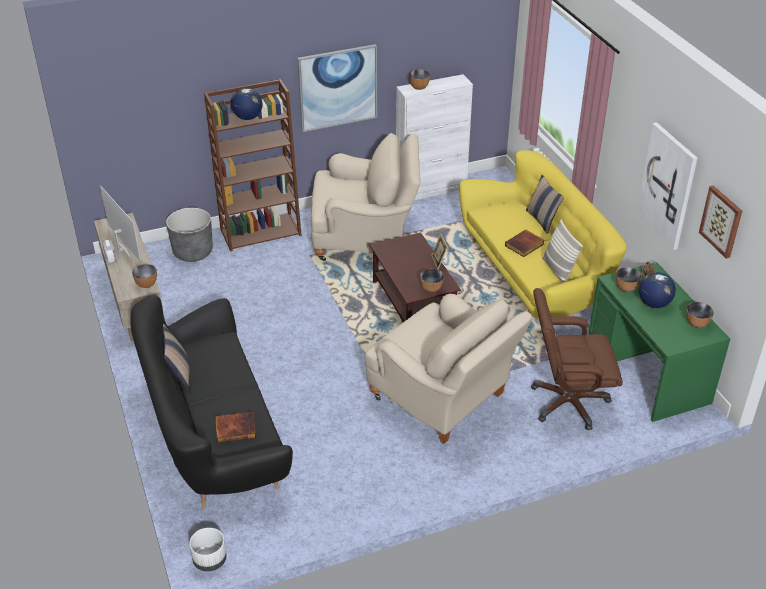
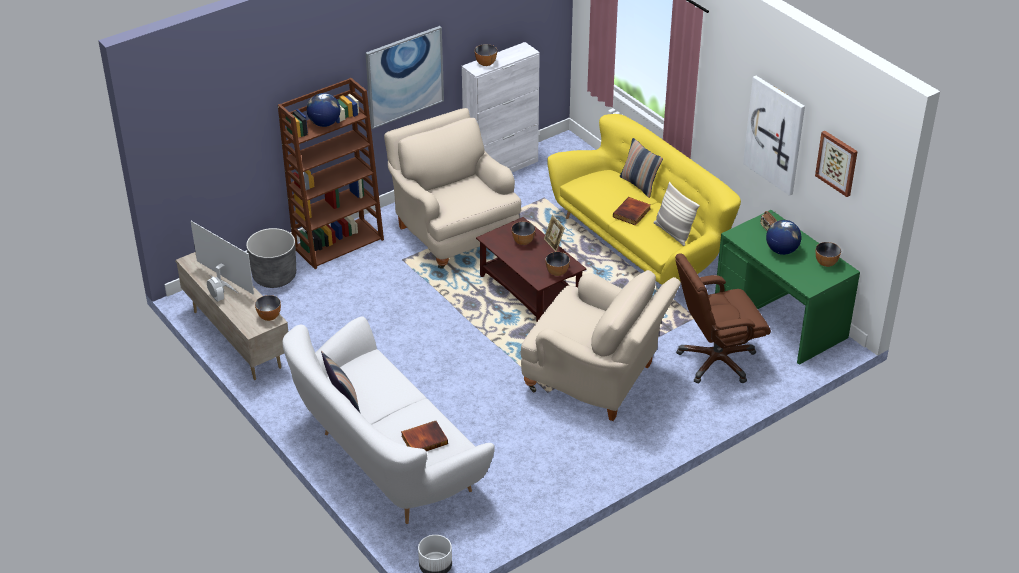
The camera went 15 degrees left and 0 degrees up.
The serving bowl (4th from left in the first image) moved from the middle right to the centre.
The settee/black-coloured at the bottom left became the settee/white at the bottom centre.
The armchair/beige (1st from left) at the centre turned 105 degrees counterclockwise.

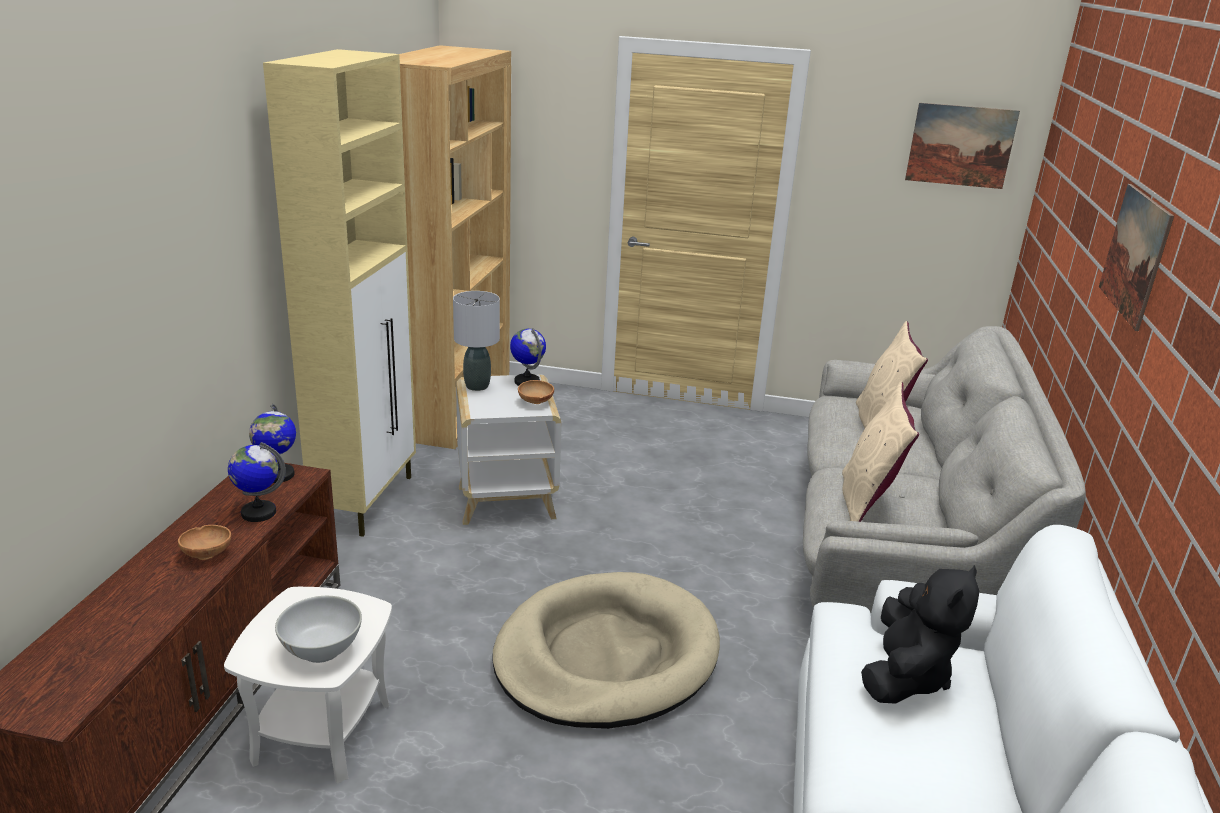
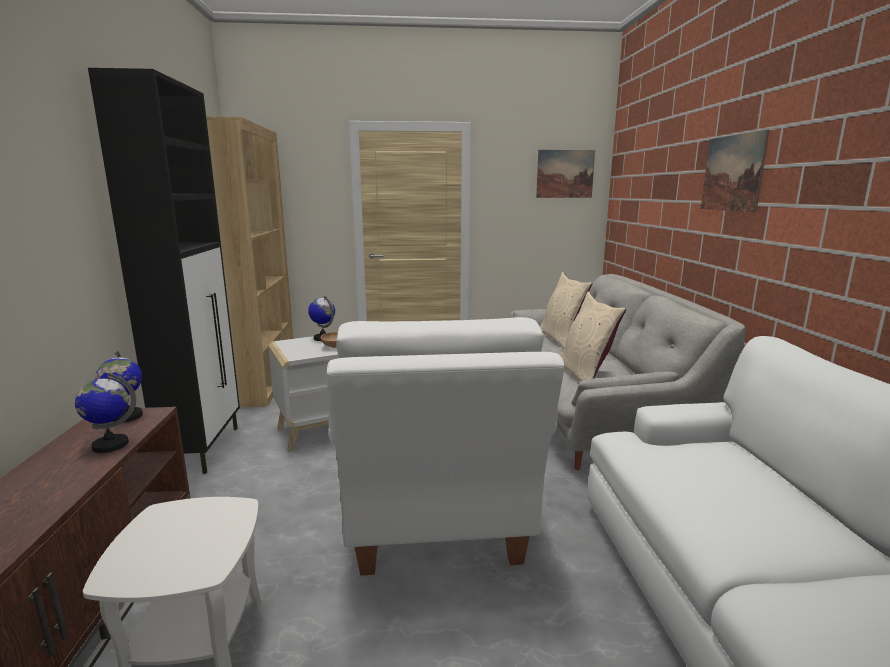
The camera went 15 degrees left and 10 degrees down.
The serving bowl/brown (1st from left) at the bottom left disappeared.
The serving bowl/white at the bottom left disappeared.
The tabletop lamp/greyish at the centre disappeared.
The soft toy/black-coloured at the bottom right disappeared.
The pet bed/beige at the bottom centre was replaced by the armchair/white at the bottom centre.
The cabinet/beige at the middle left became the cabinet/black-coloured at the middle left.

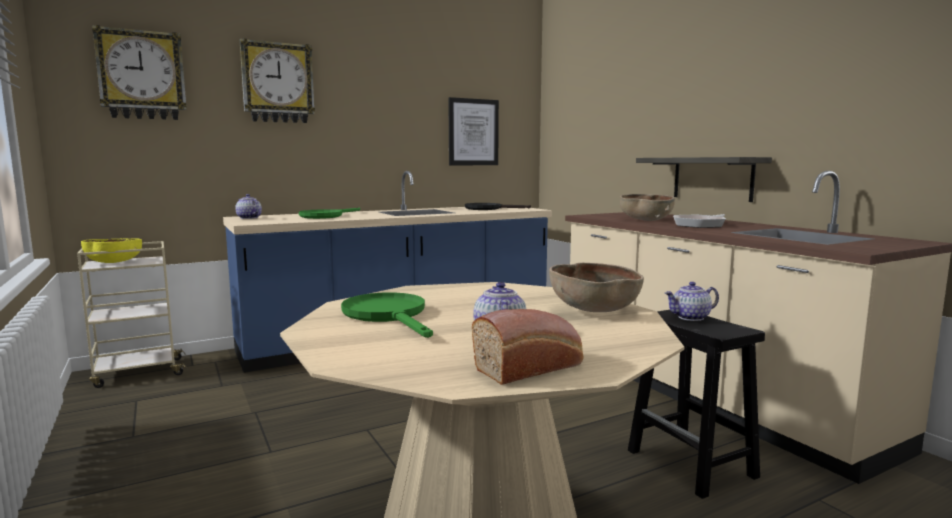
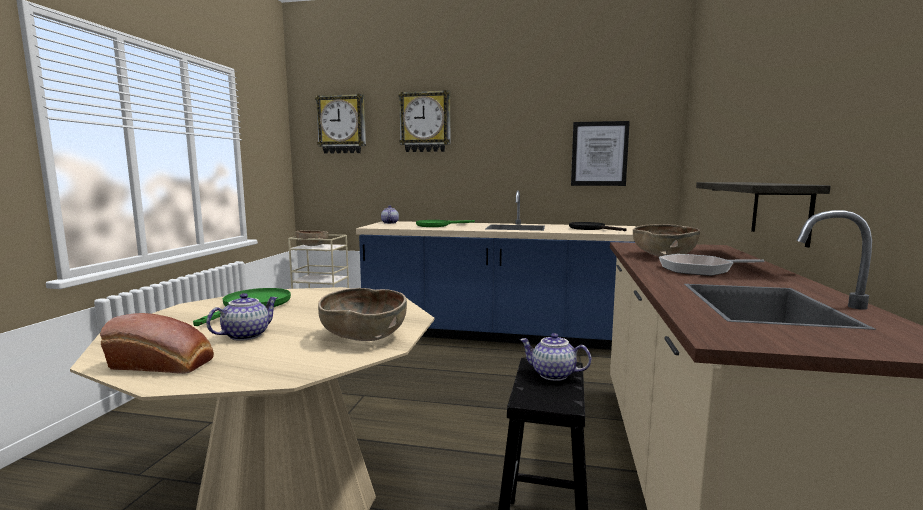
The camera went 40 degrees right and 0 degrees up.
The serving bowl/yellowish at the middle left became the serving bowl/brown (1st from left) at the centre.

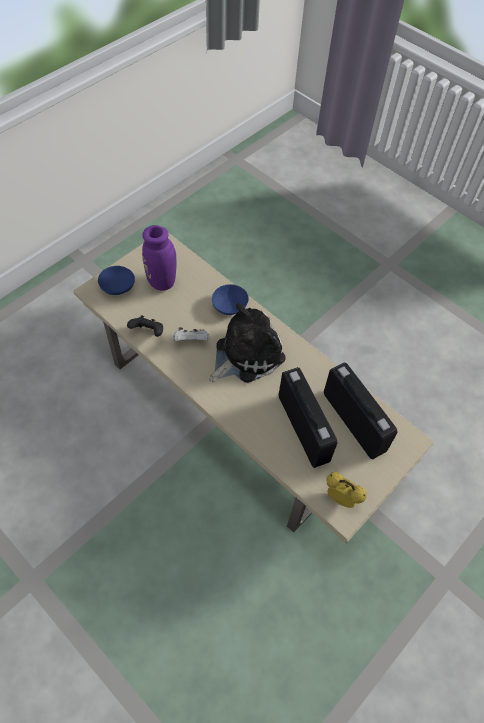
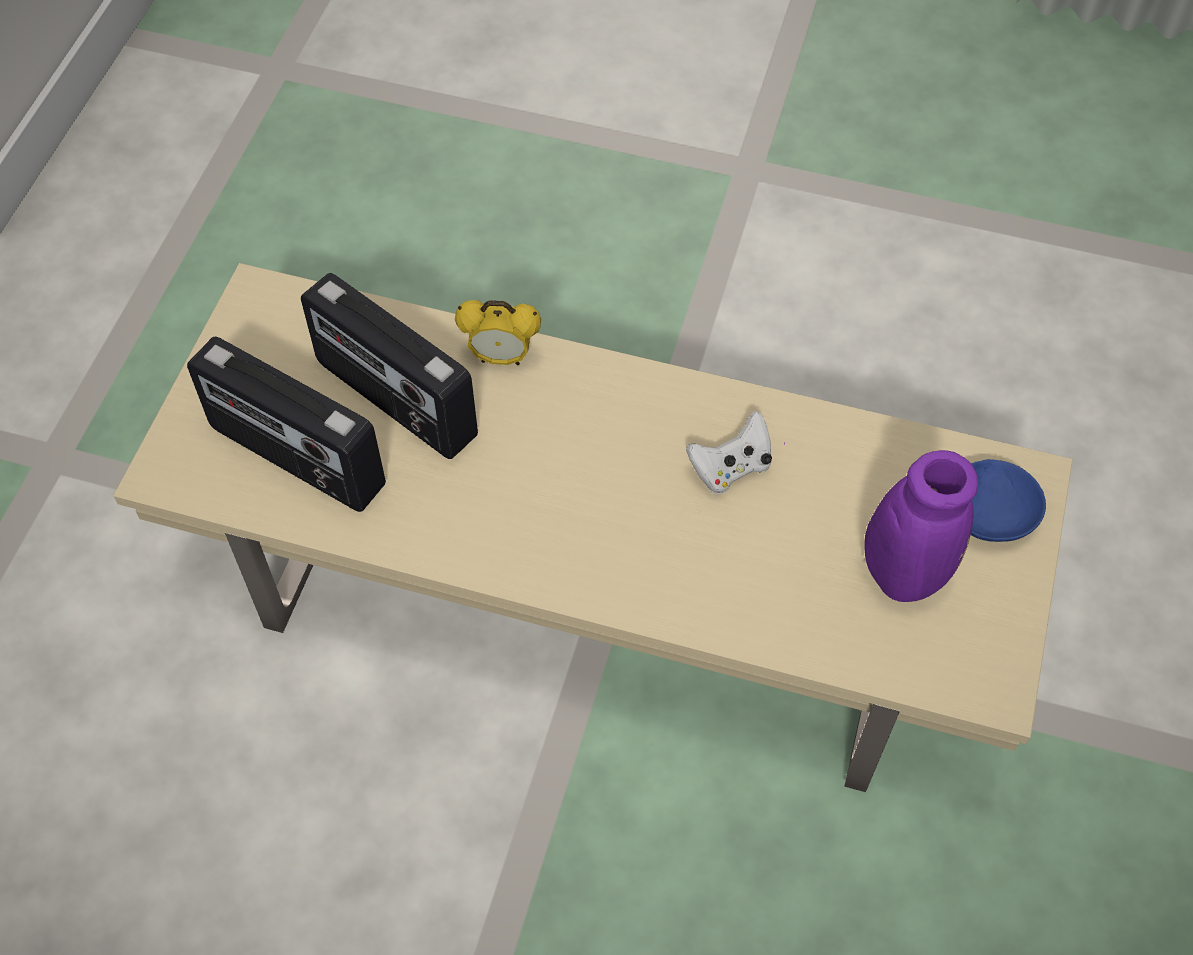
The camera went 155 degrees right and 0 degrees up.
The joypad/black-coloured at the middle left disappeared.
The soft toy at the centre disappeared.
The serving bowl/blue (2nd from left) at the centre disappeared.
The bedside clock moved from the bottom right to the centre.

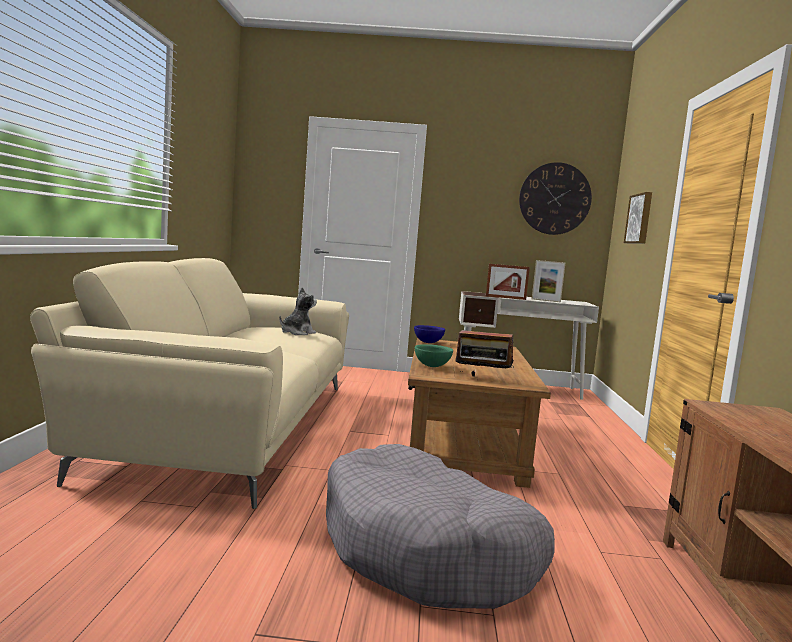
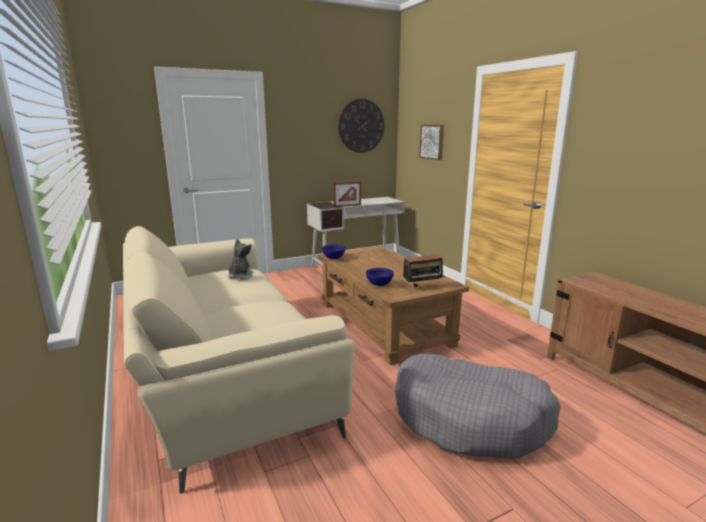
The camera went 30 degrees left and 10 degrees up.
The standing frame (2nd from left) at the middle right disappeared.
The serving bowl/green at the centre became the serving bowl/blue (2nd from left) at the centre.

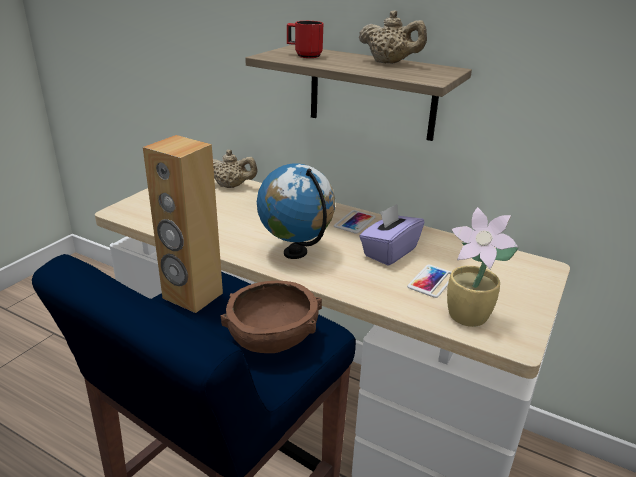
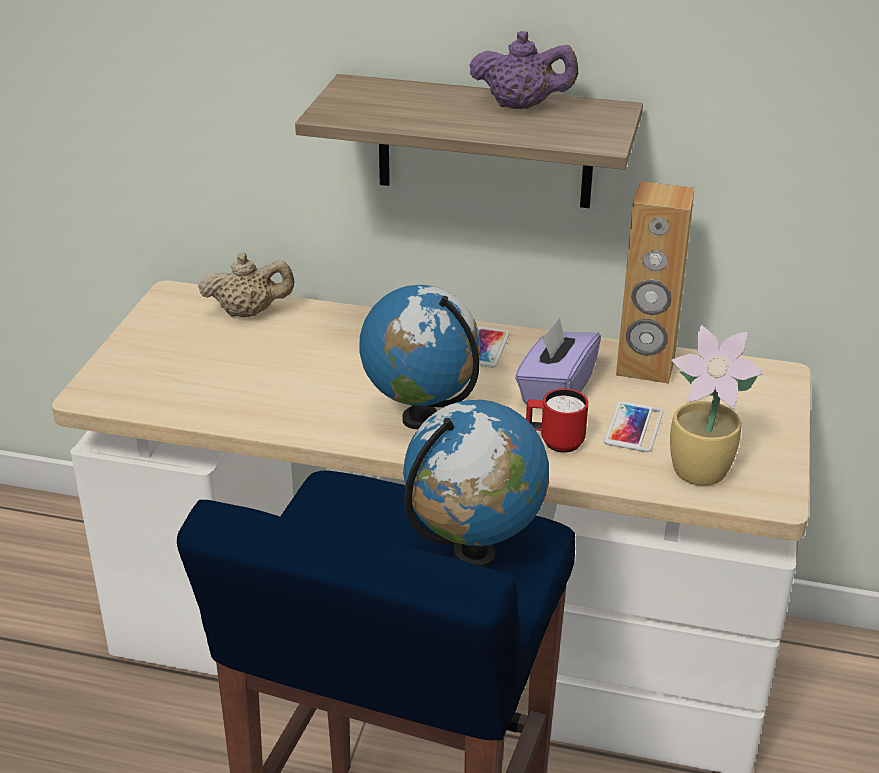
The camera went 15 degrees left and 5 degrees up.
The loudspeaker/brown moved from the middle left to the middle right.
The tea mug/red-coloured moved from the top centre to the centre.
The serving bowl/brown at the centre was replaced by the desk globe (2nd from left) at the centre.
The tea pot/beige (2nd from left) at the top centre became the tea pot/purplish at the top centre.

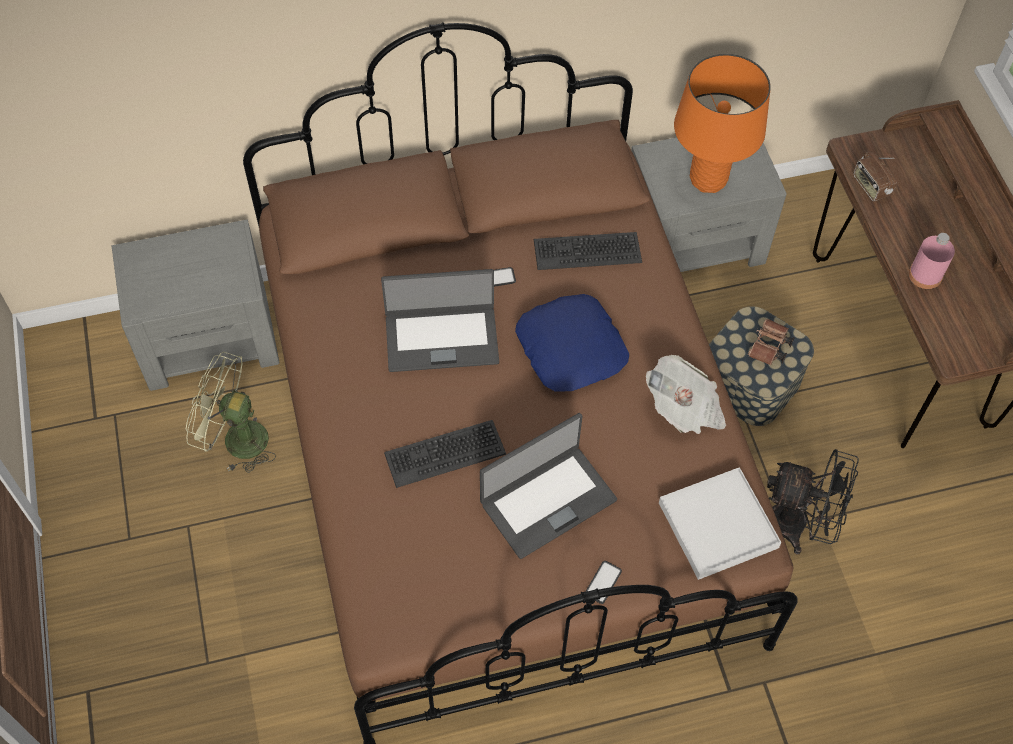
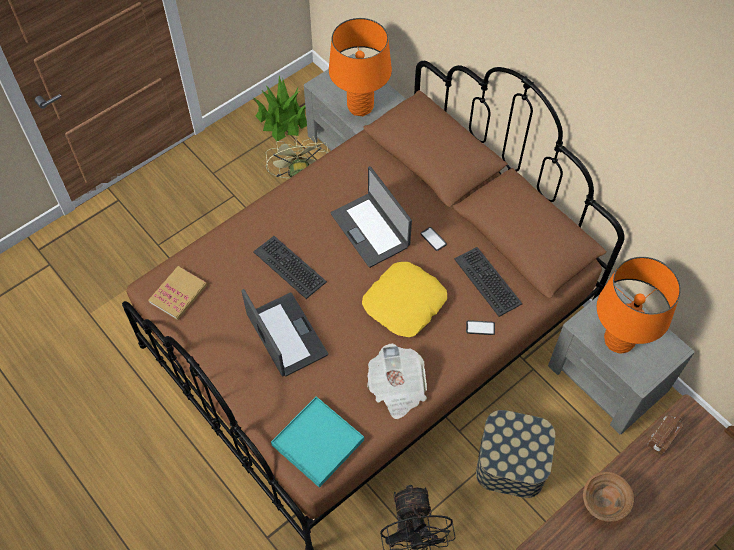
The camera went 65 degrees right and 0 degrees up.
The field glasses/brown at the middle right disappeared.
The book at the middle left appeared.
The houseplant at the top centre appeared.
The tabletop lamp/orange (1st from left) at the top centre appeared.
The phone (2nd from left) moved from the bottom centre to the centre.
The bottle/pink-coloured at the middle right was replaced by the serving bowl/brown at the bottom right.
The cushion/blue at the centre became the cushion/yellowish at the centre.
The carrying tray/white at the bottom right became the carrying tray/blue-green at the bottom centre.
The laptop (2nd from left in the first image) at the centre turned 150 degrees counterclockwise.

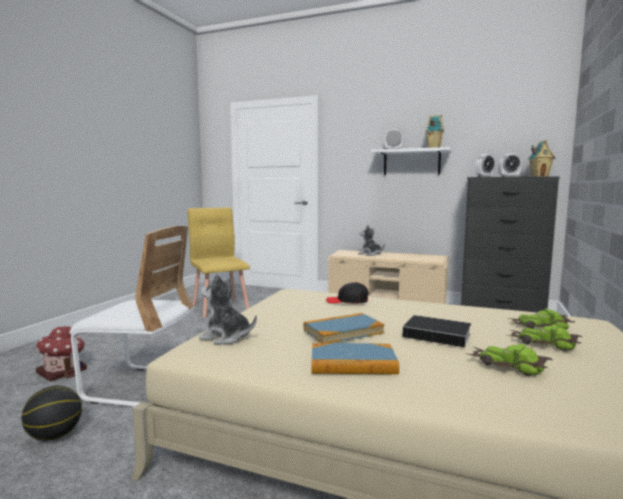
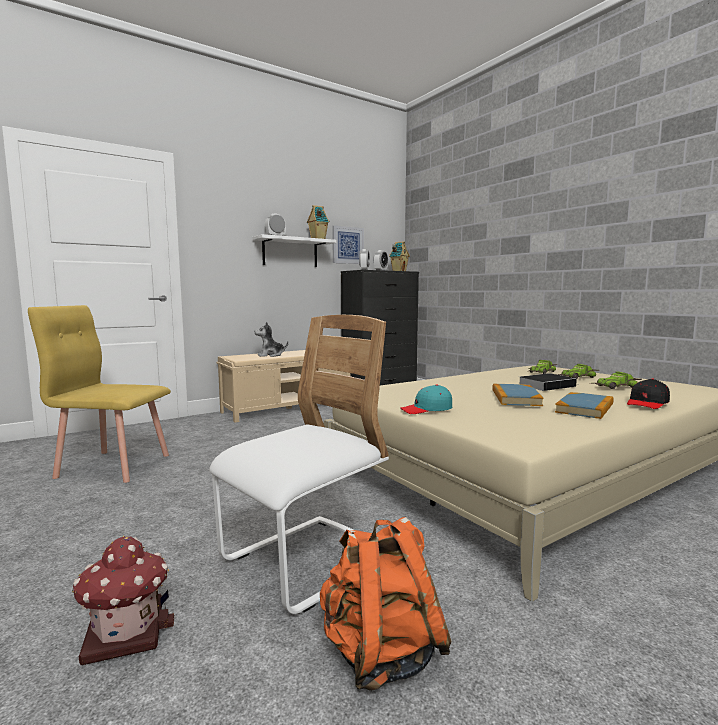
The camera went 55 degrees left and 0 degrees up.
The soft toy (1st from left) at the centre disappeared.
The wall art at the centre appeared.
The baseball cap/blue-green at the centre appeared.
The baseball cap/black-coloured moved from the centre to the middle right.
The basketball at the bottom left was replaced by the knapsack/orange at the bottom centre.

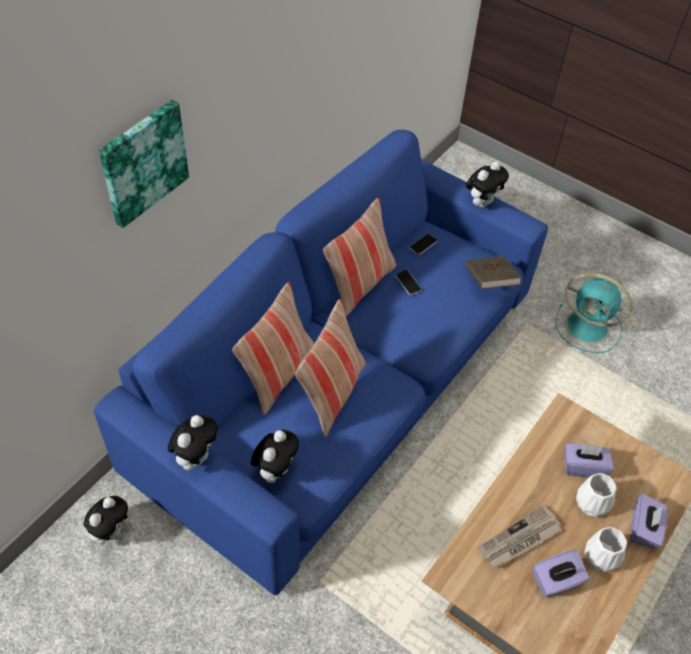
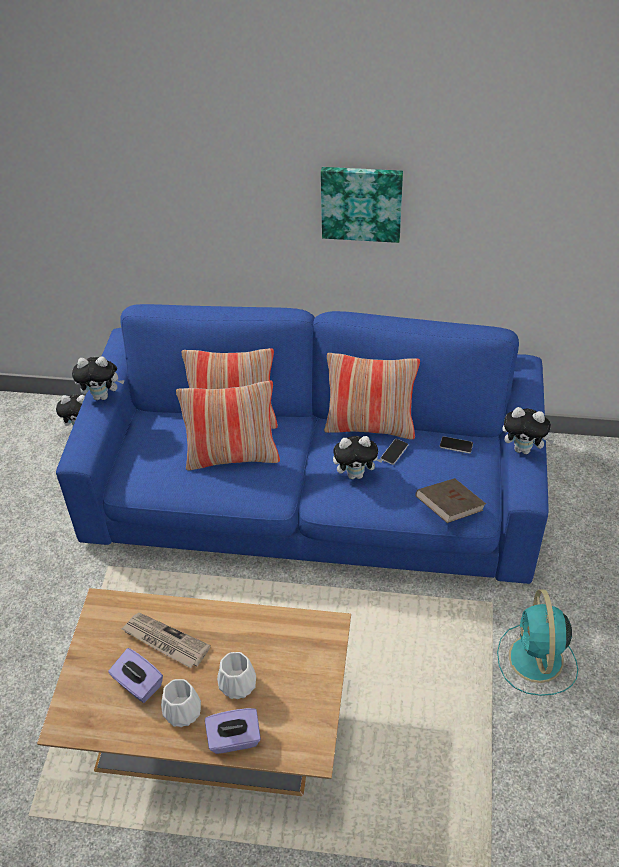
The camera went 65 degrees right and 5 degrees down.
The box of tissues/purplish (2nd from left) at the bottom right disappeared.
The wall art moved from the top left to the top centre.
The soft toy (3rd from left) moved from the bottom centre to the centre.

